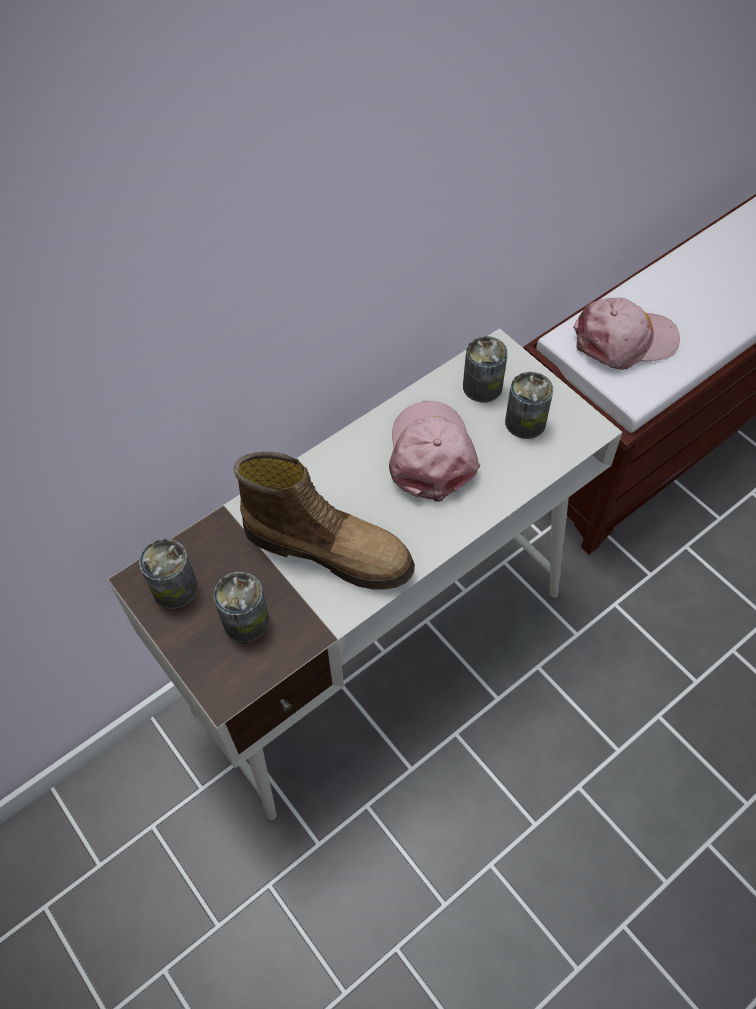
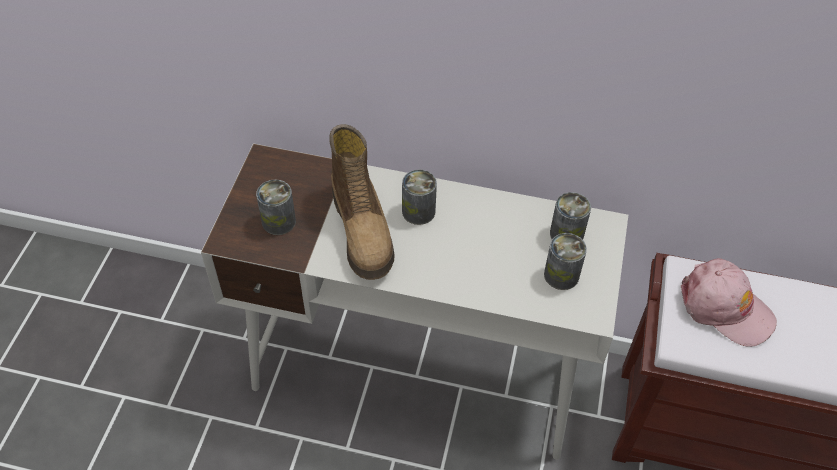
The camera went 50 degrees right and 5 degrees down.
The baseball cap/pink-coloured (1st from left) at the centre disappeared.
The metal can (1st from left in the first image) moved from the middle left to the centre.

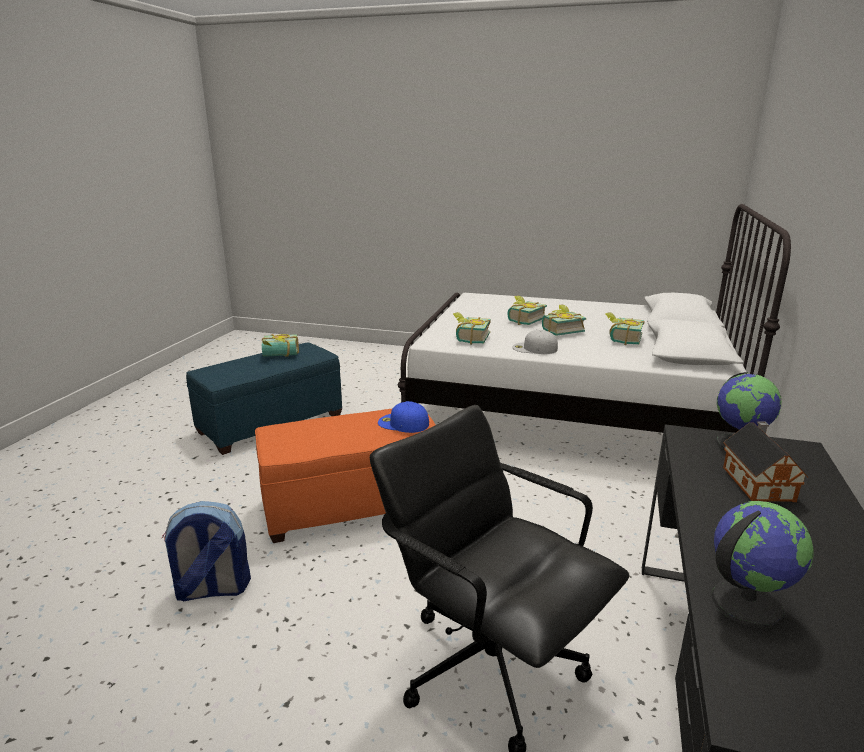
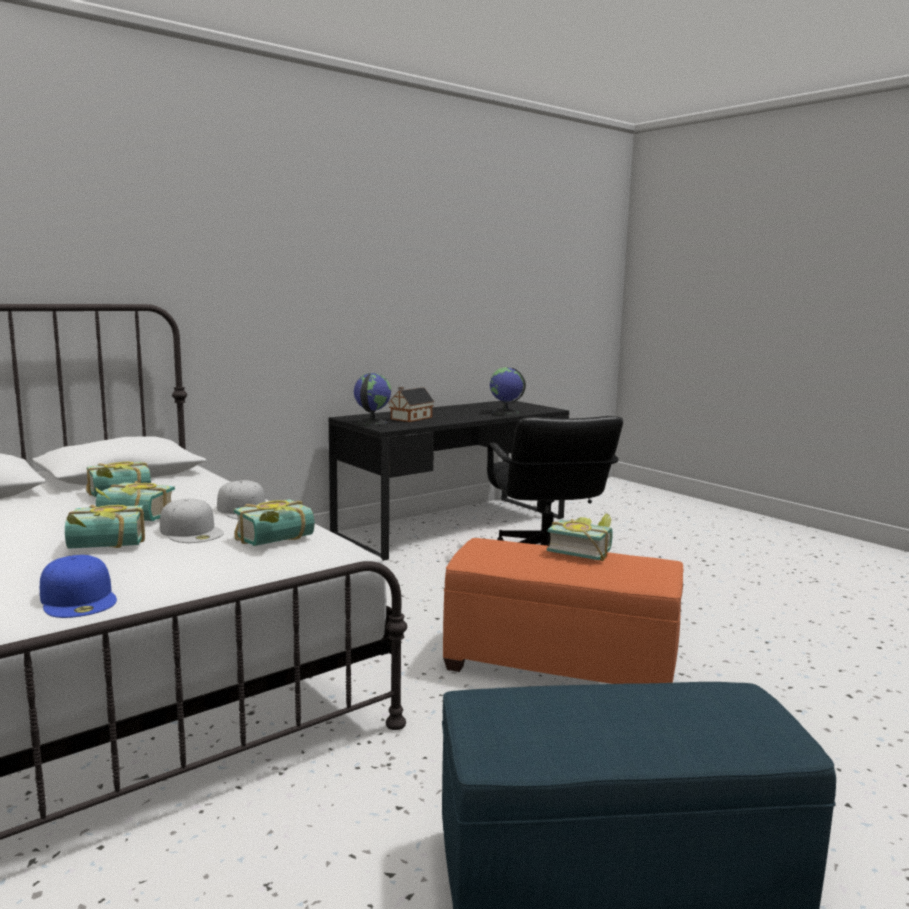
The camera went 145 degrees left and 10 degrees down.
The knapsack at the bottom left disappeared.
The baseball cap/white (1st from left) at the middle left appeared.
The book (1st from left in the first image) moved from the middle left to the centre.
The baseball cap/blue moved from the centre to the middle left.

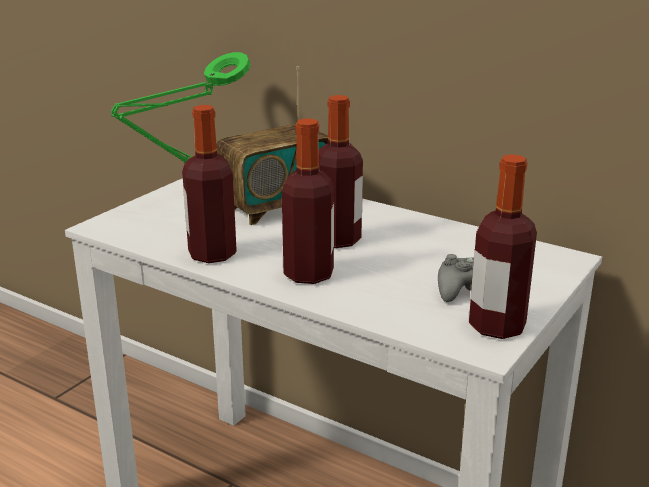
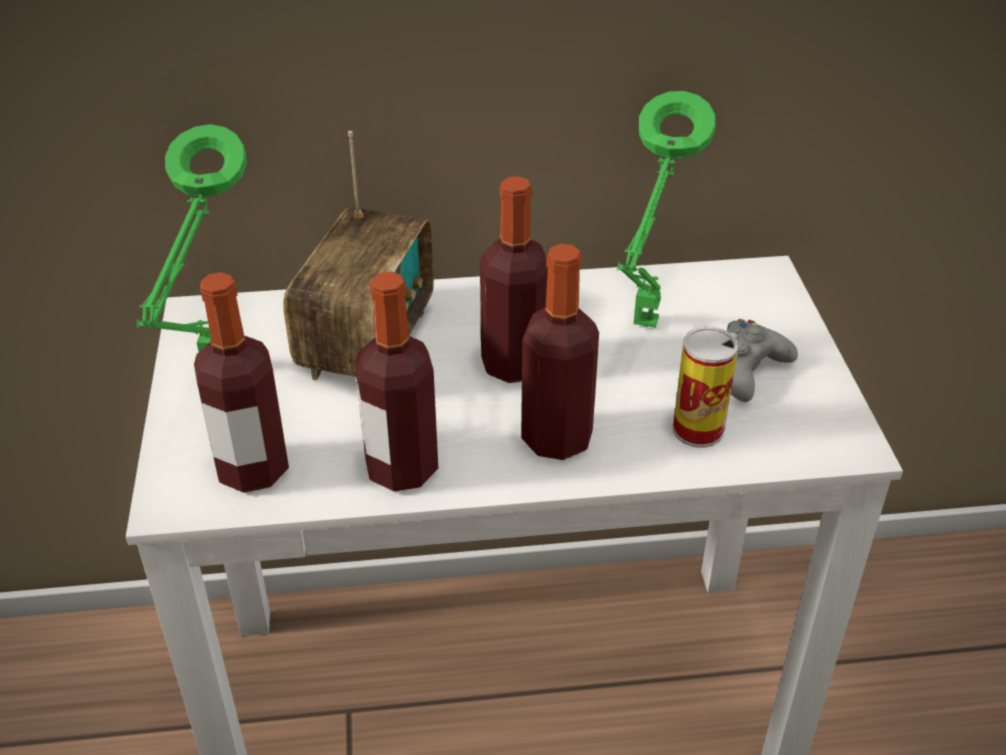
The camera went 40 degrees left and 15 degrees up.
The tabletop lamp/green (2nd from left) at the top centre appeared.
The metal can at the middle right appeared.
The bottle (4th from left in the first image) moved from the middle right to the middle left.

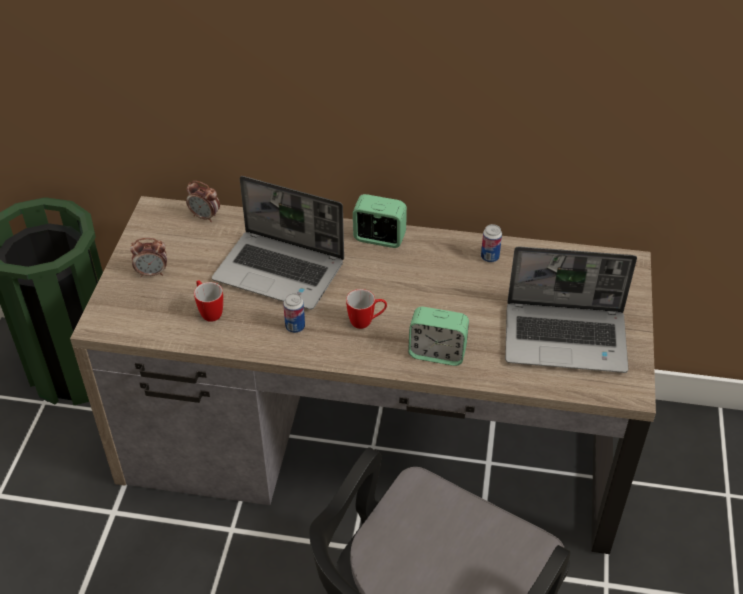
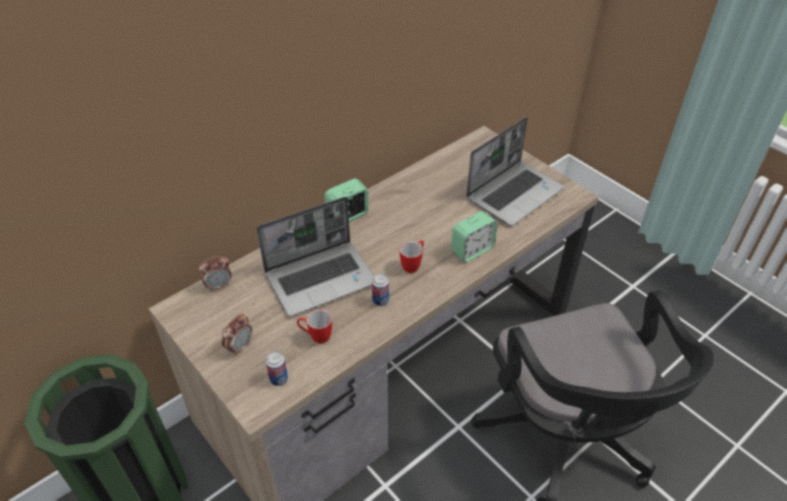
The camera went 50 degrees left and 0 degrees up.
The metal can (2nd from left in the first image) moved from the centre to the bottom centre.

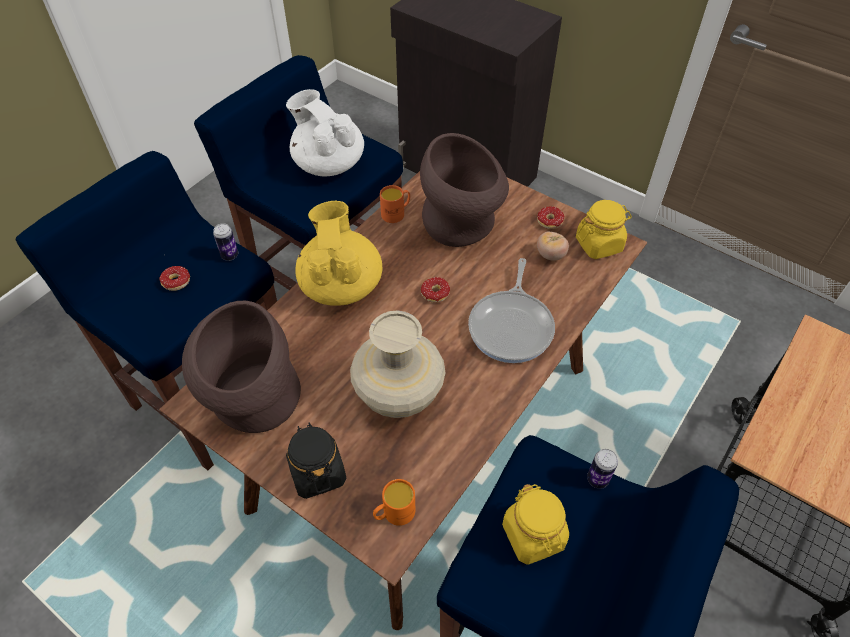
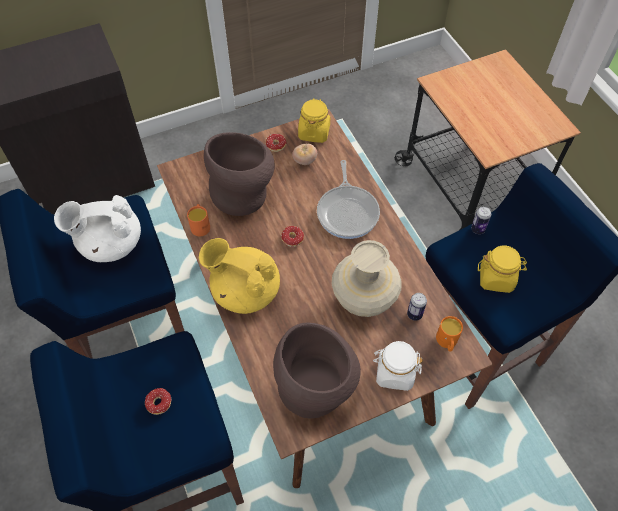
The camera went 60 degrees left and 5 degrees up.
The metal can (1st from left) moved from the middle left to the middle right.
The storage jar/black-coloured at the bottom centre became the storage jar/white at the bottom centre.
The skillet at the centre turned 45 degrees clockwise.

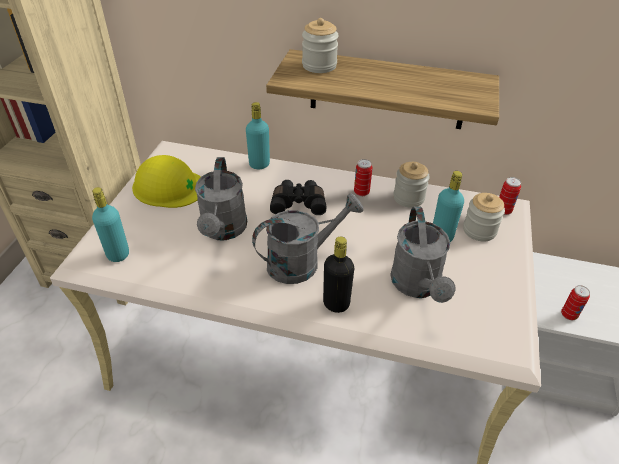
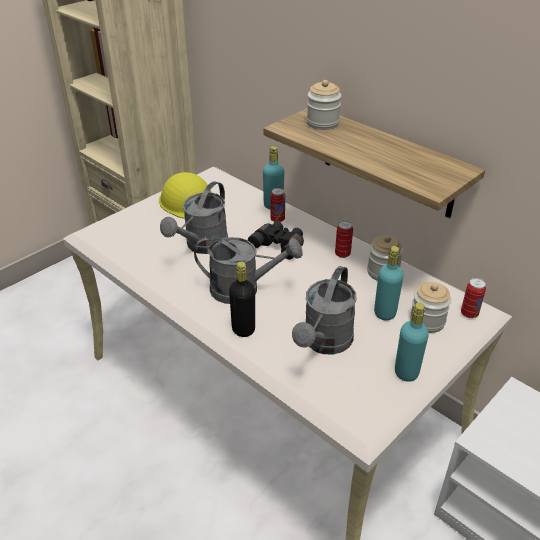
The camera went 30 degrees right and 5 degrees down.
The bottle/blue-green (1st from left in the first image) moved from the middle left to the middle right.
The metal can (3rd from left in the first image) moved from the middle right to the centre.

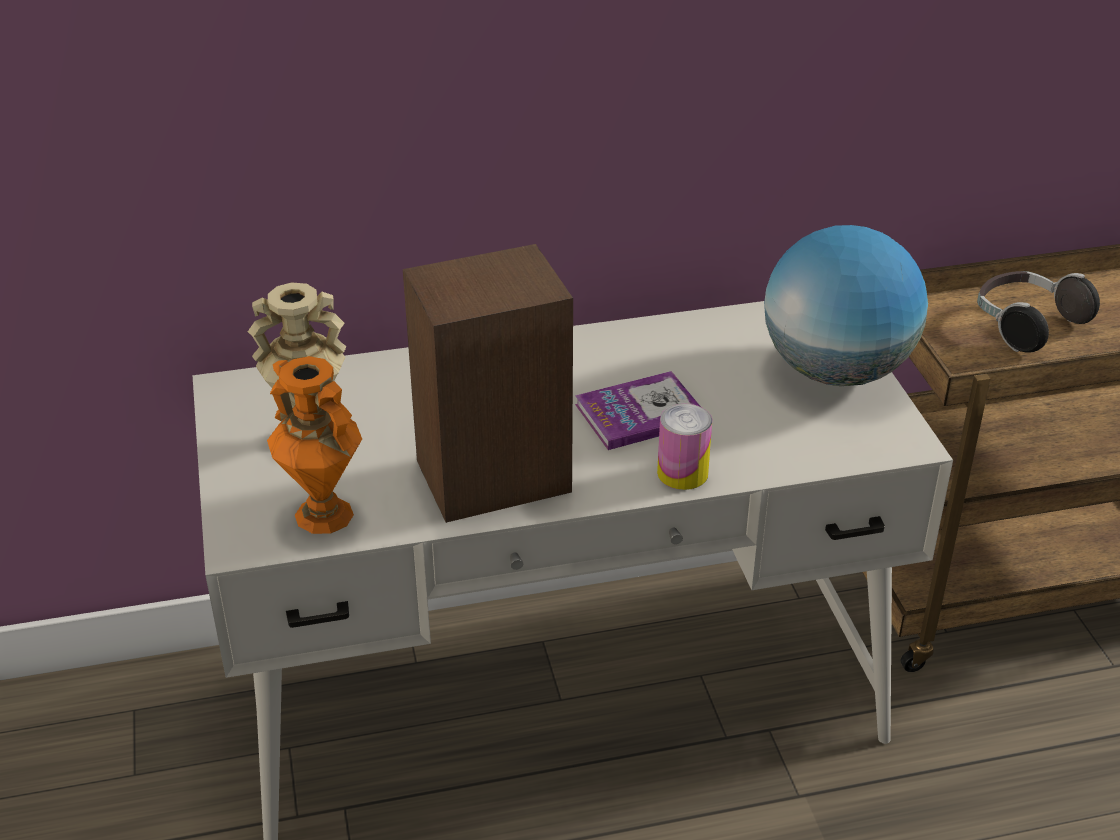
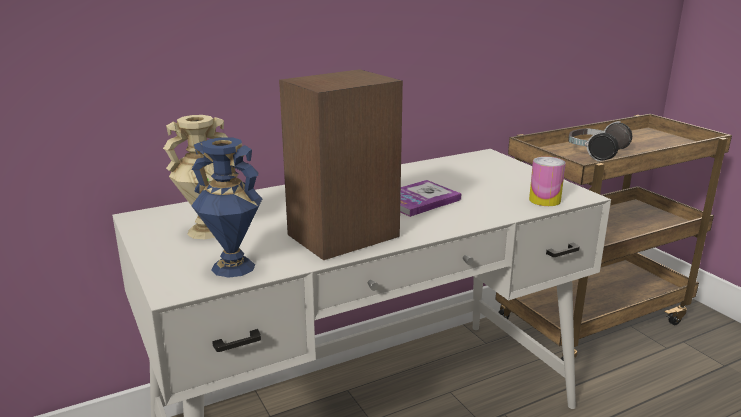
The camera went 15 degrees left and 15 degrees down.
The desk globe at the middle right disappeared.
The metal can moved from the centre to the middle right.
The vase/orange at the middle left became the vase/blue at the middle left.

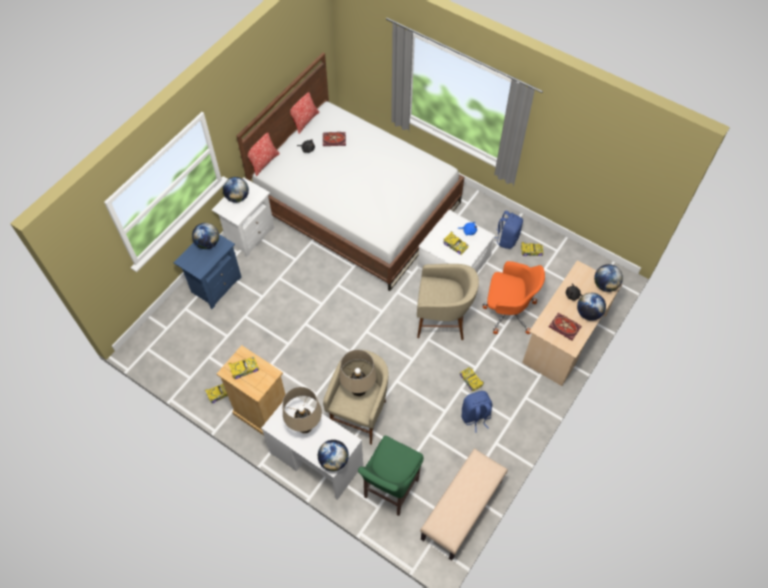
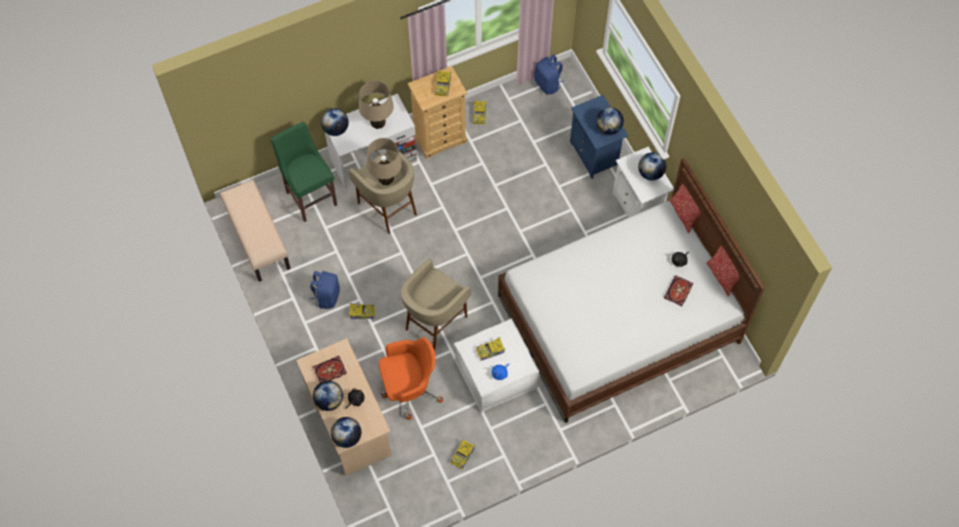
The camera went 120 degrees right and 5 degrees up.
The knapsack/blue (2nd from left) moved from the centre to the top centre.
The desk chair/orange at the middle right turned 150 degrees counterclockwise.

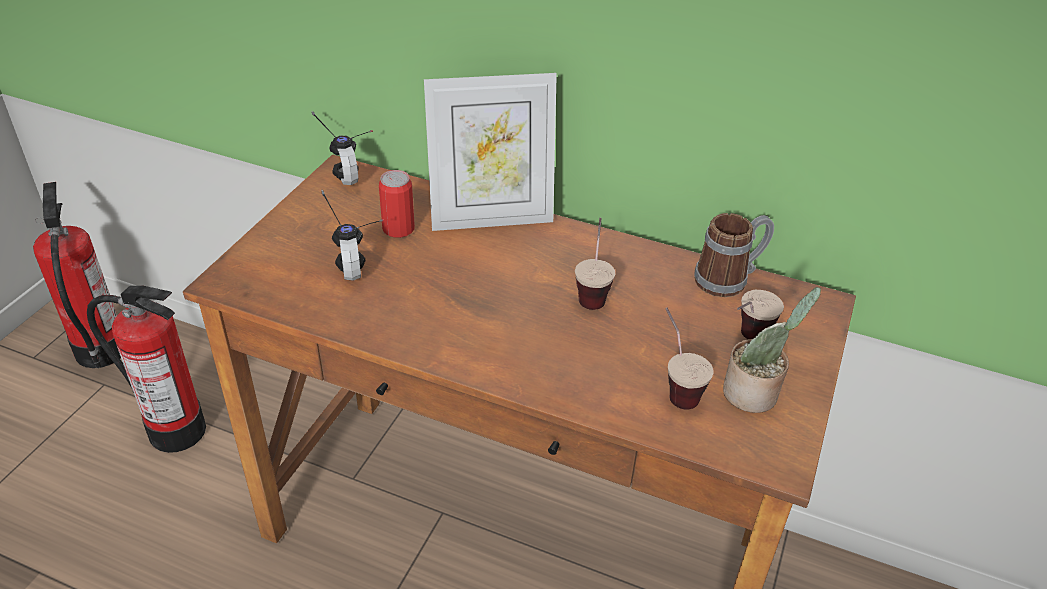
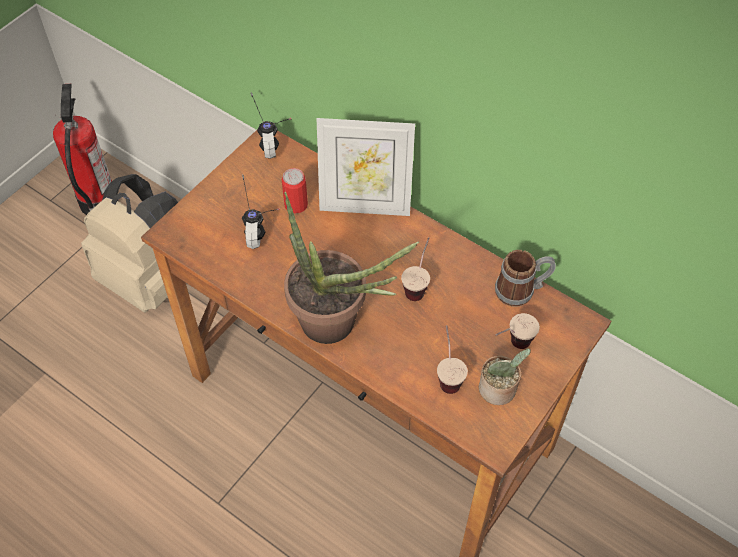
The camera went 15 degrees right and 15 degrees up.
The houseplant (1st from left) at the centre appeared.
The extinguisher (2nd from left) at the middle left was replaced by the knapsack/beige at the middle left.

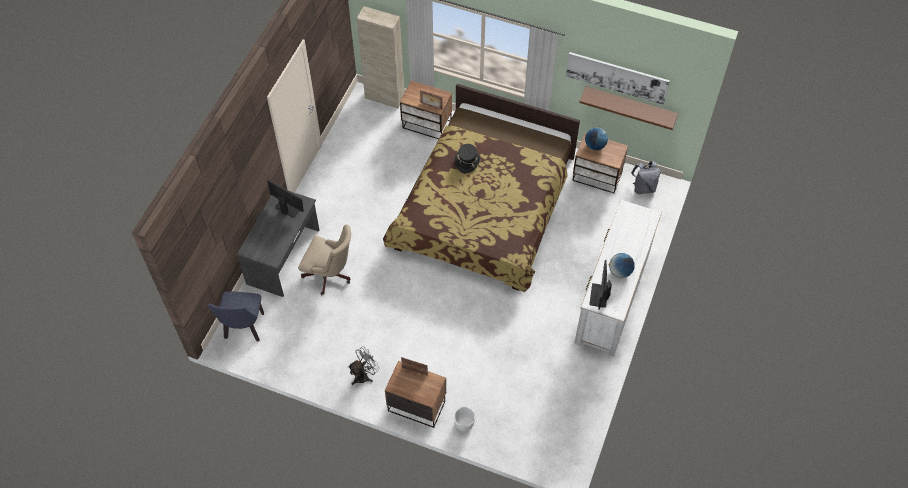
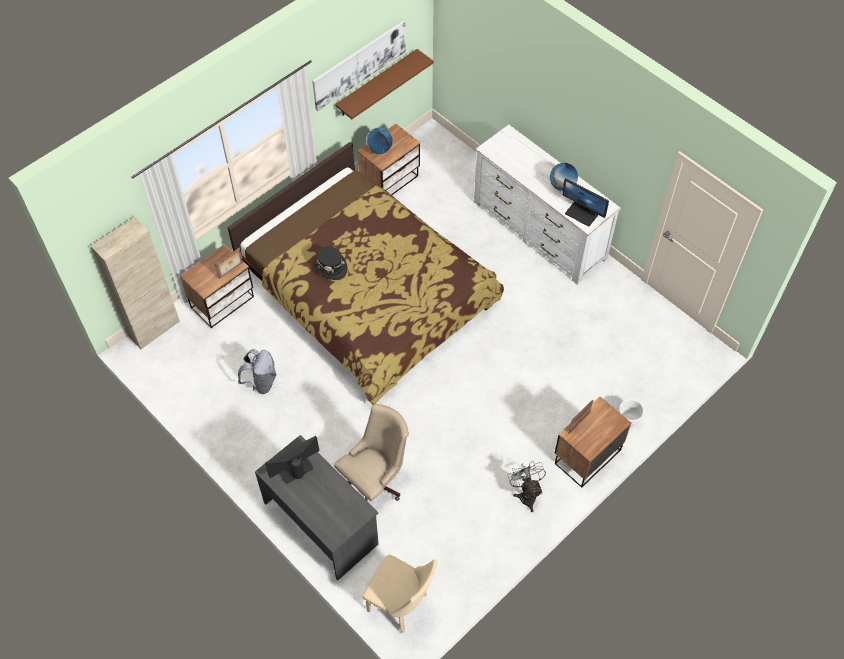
The camera went 65 degrees left and 0 degrees up.
The knapsack/greyish moved from the middle right to the middle left.
The upright chair/blue at the middle left became the upright chair/beige at the bottom centre.

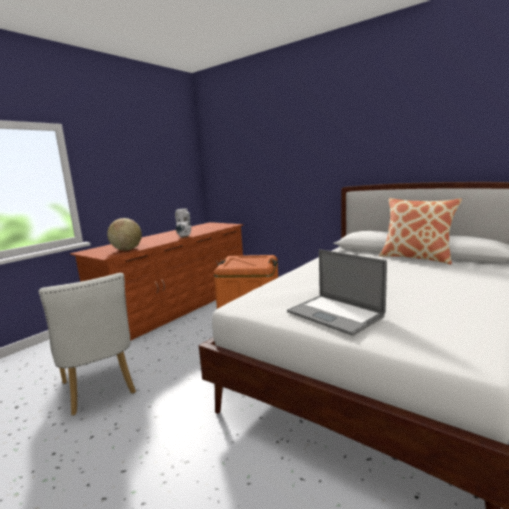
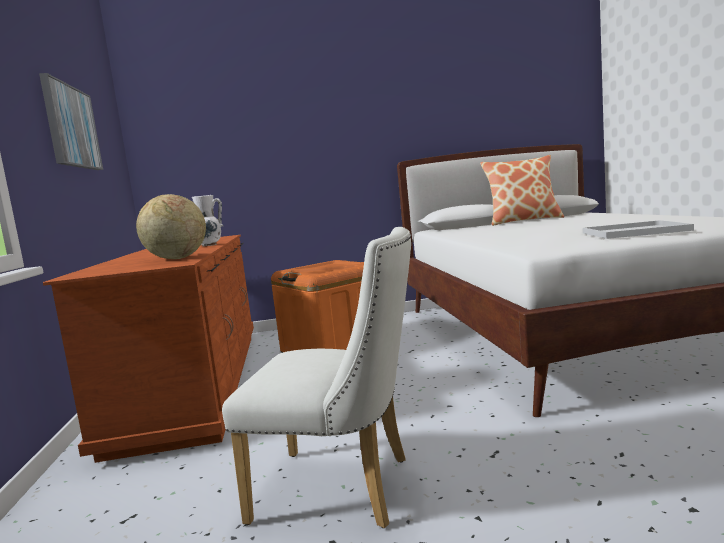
The camera went 45 degrees left and 5 degrees down.
The wall art at the top left appeared.
The laptop at the centre was replaced by the carrying tray/white at the middle right.

